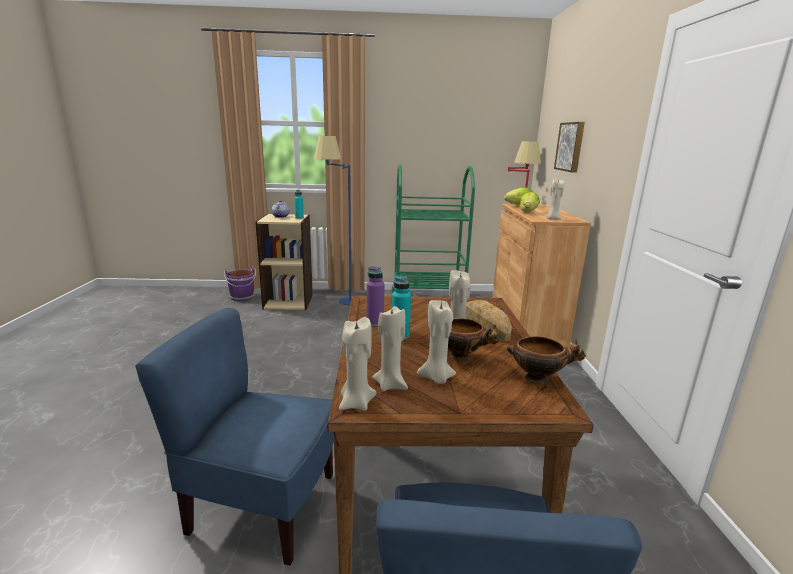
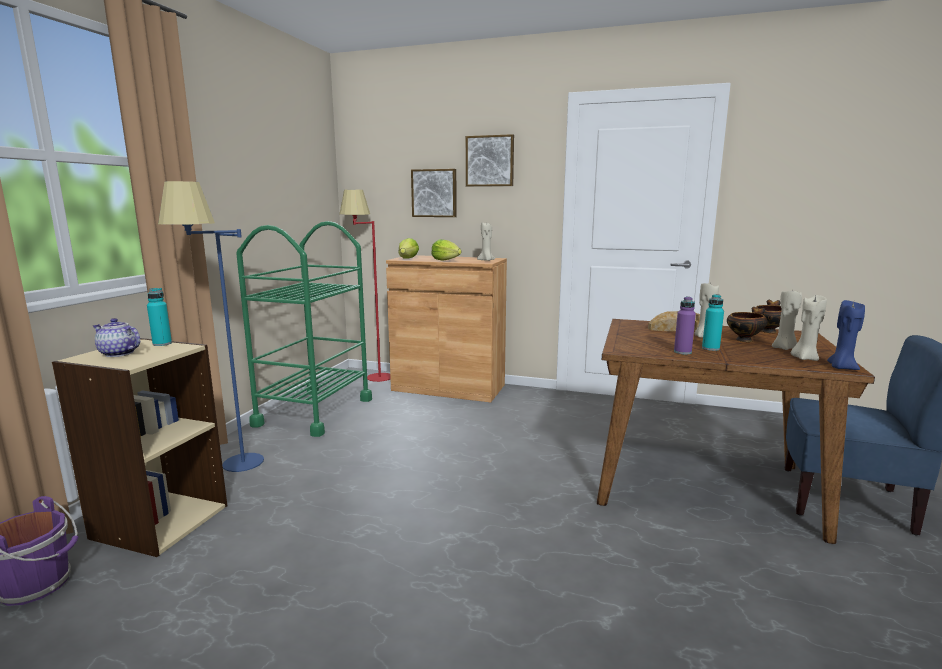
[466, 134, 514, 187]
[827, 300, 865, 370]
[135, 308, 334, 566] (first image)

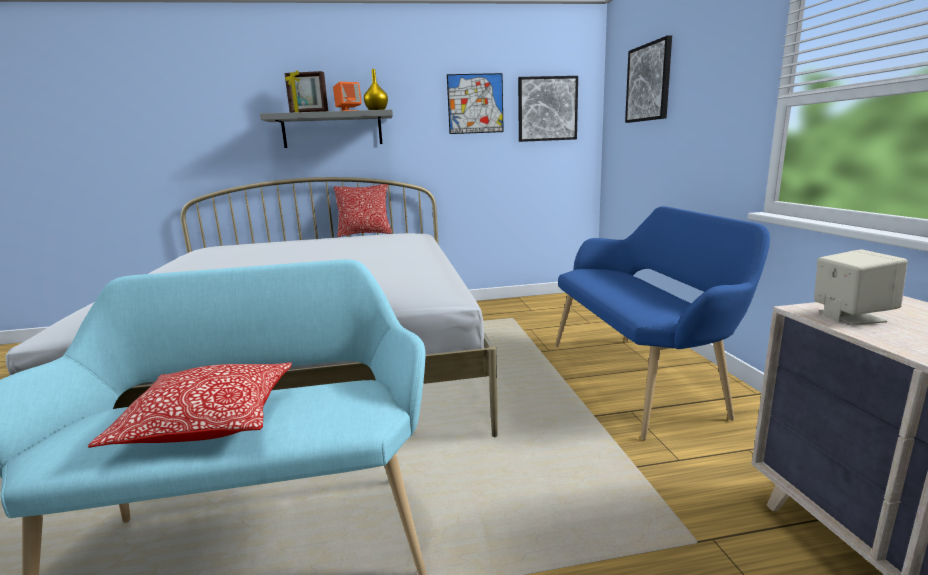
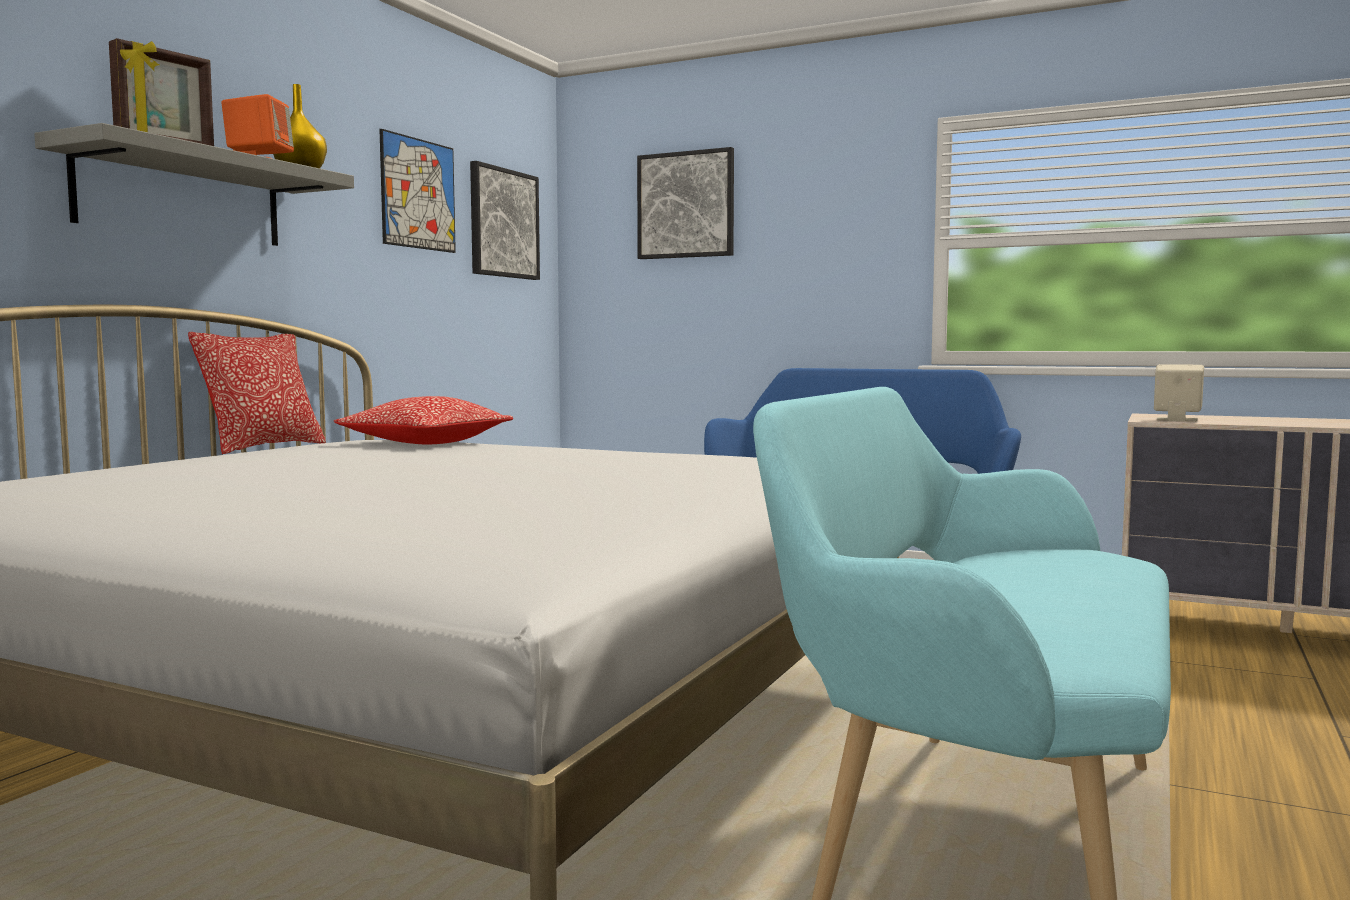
[334, 396, 513, 444]

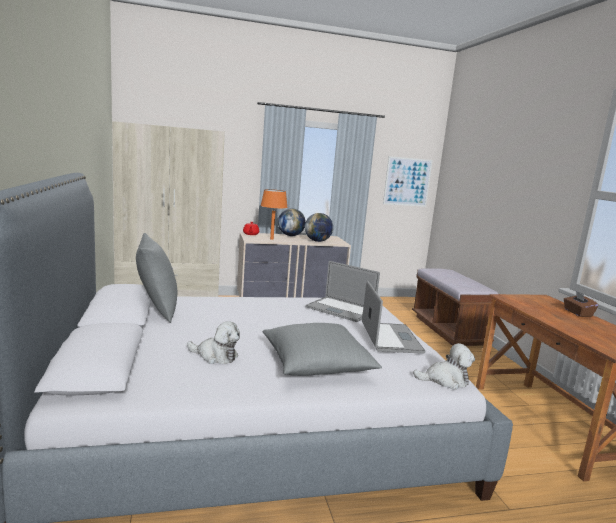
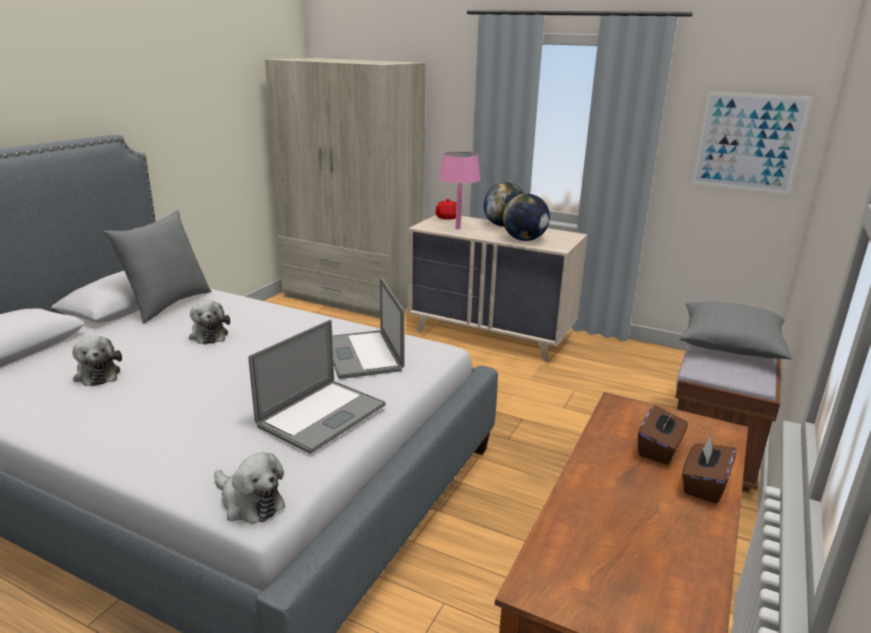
[189, 301, 230, 345]
[439, 152, 481, 229]
[638, 406, 688, 465]
[680, 302, 793, 359]

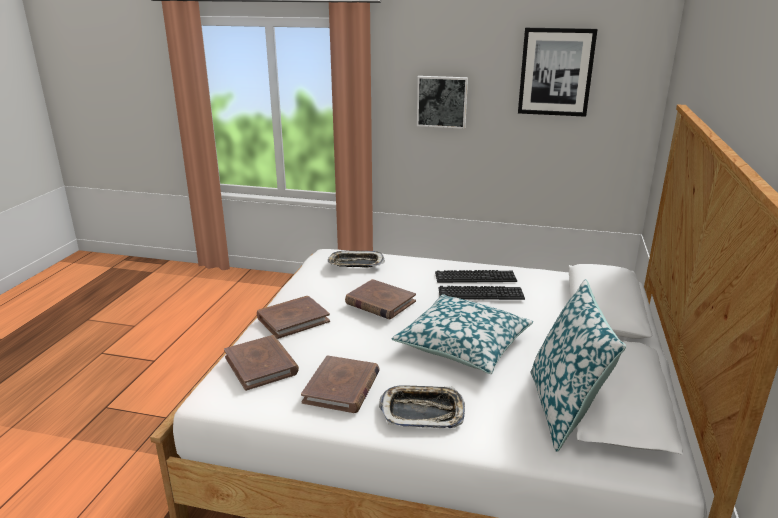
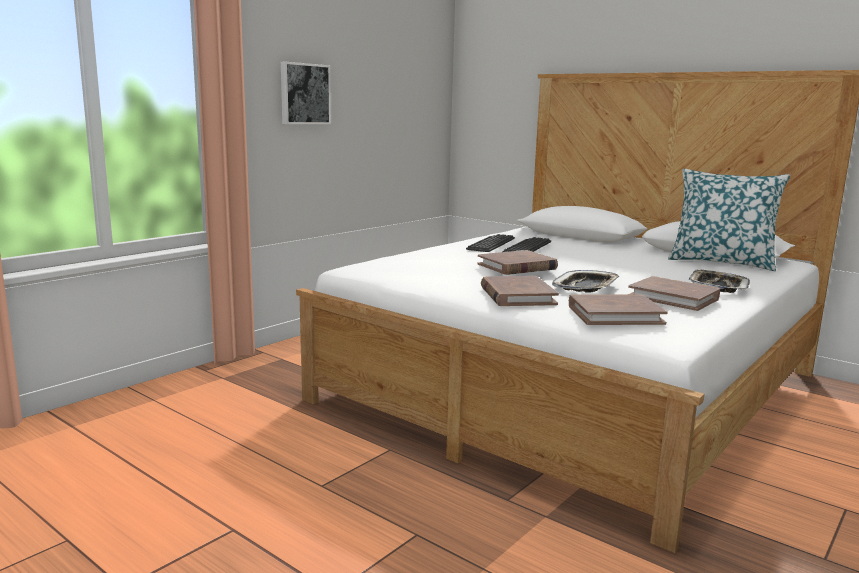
[552, 270, 620, 293]
[392, 294, 533, 374] (first image)
[518, 28, 598, 117] (first image)

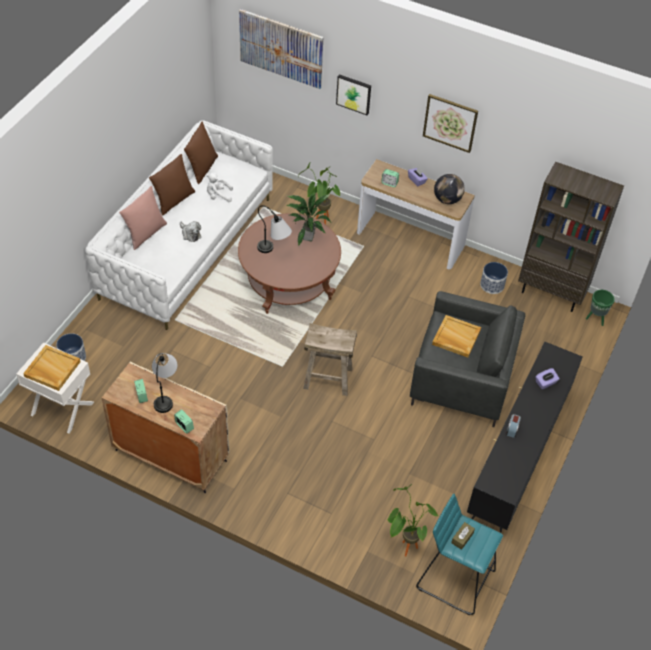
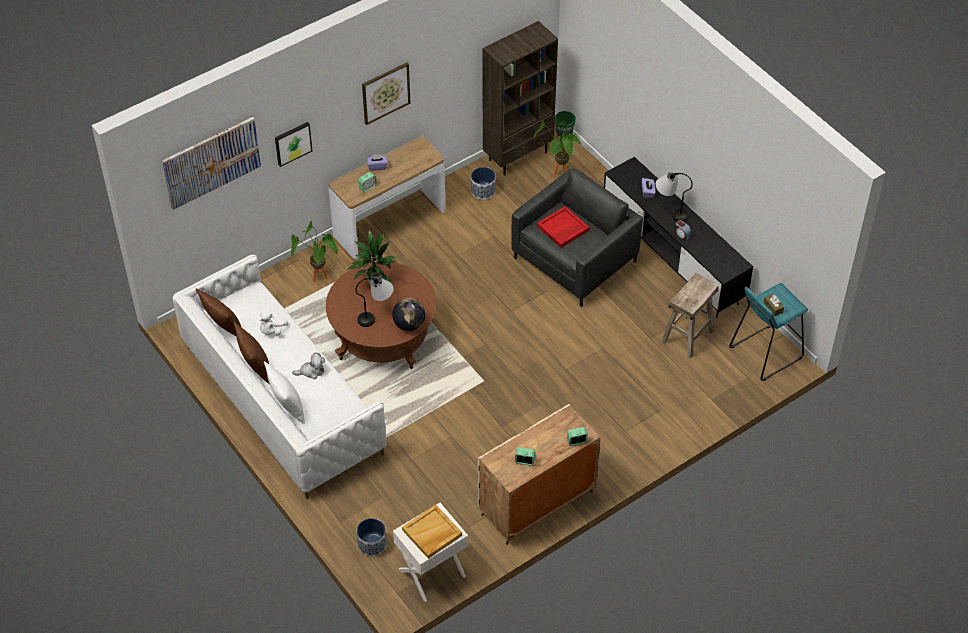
[264, 361, 305, 424]
[392, 298, 426, 331]
[534, 117, 582, 175]
[537, 206, 589, 248]
[656, 172, 693, 222]
[661, 272, 719, 359]

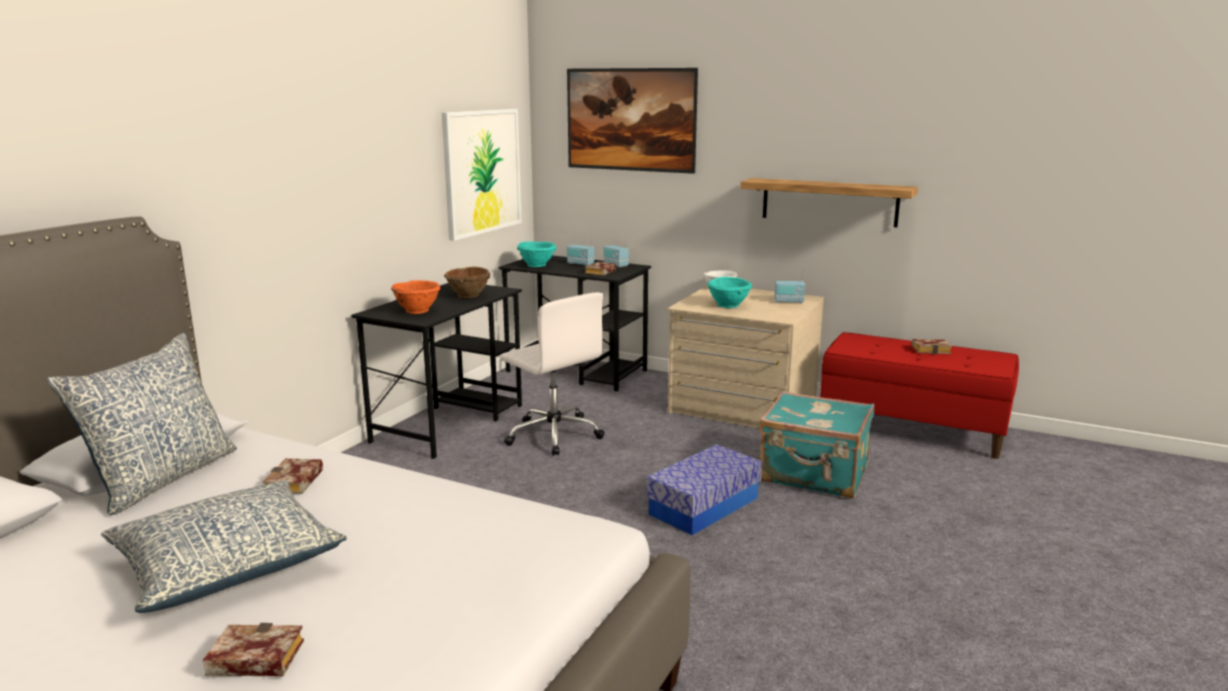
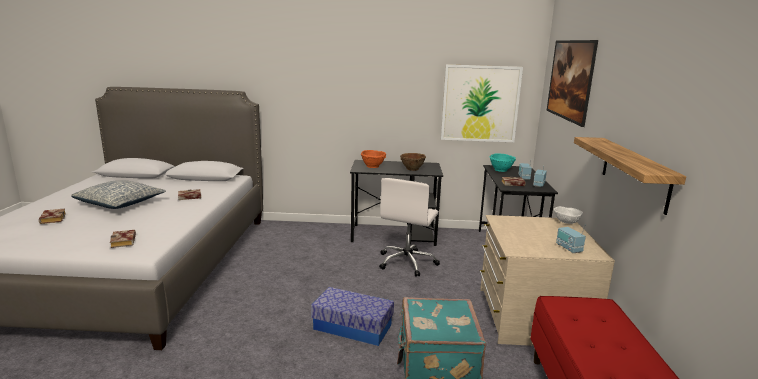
[110, 230, 136, 248]
[47, 333, 237, 515] (first image)
[707, 277, 752, 308] (first image)

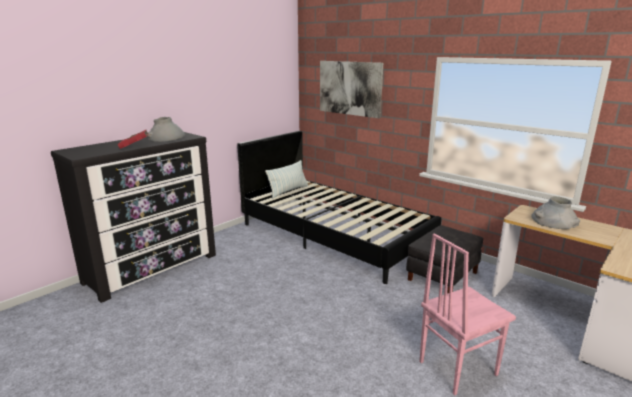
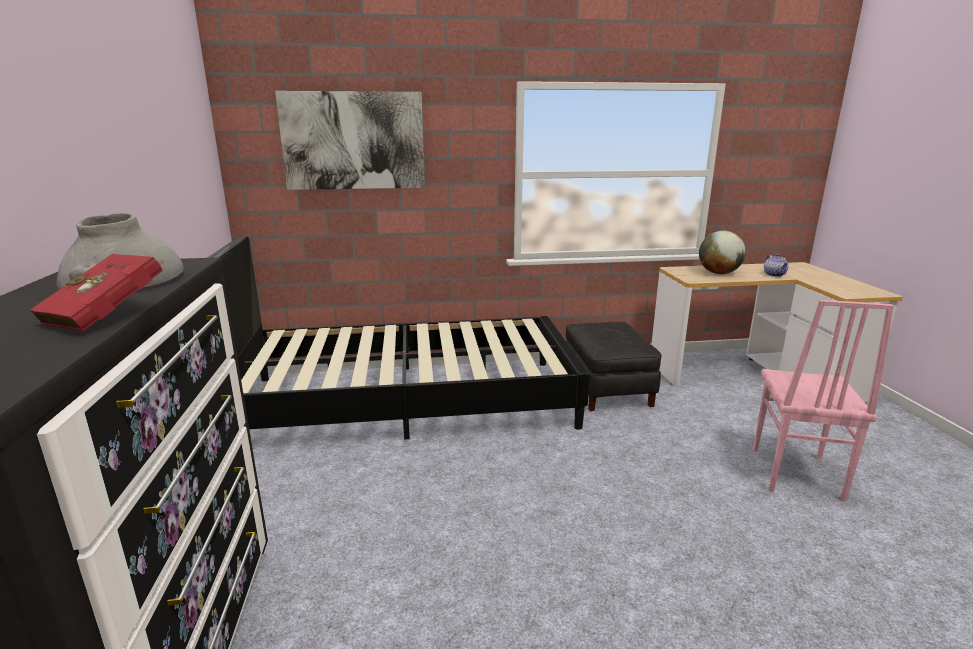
[699, 231, 746, 274]
[764, 254, 789, 277]
[265, 160, 308, 198] (first image)

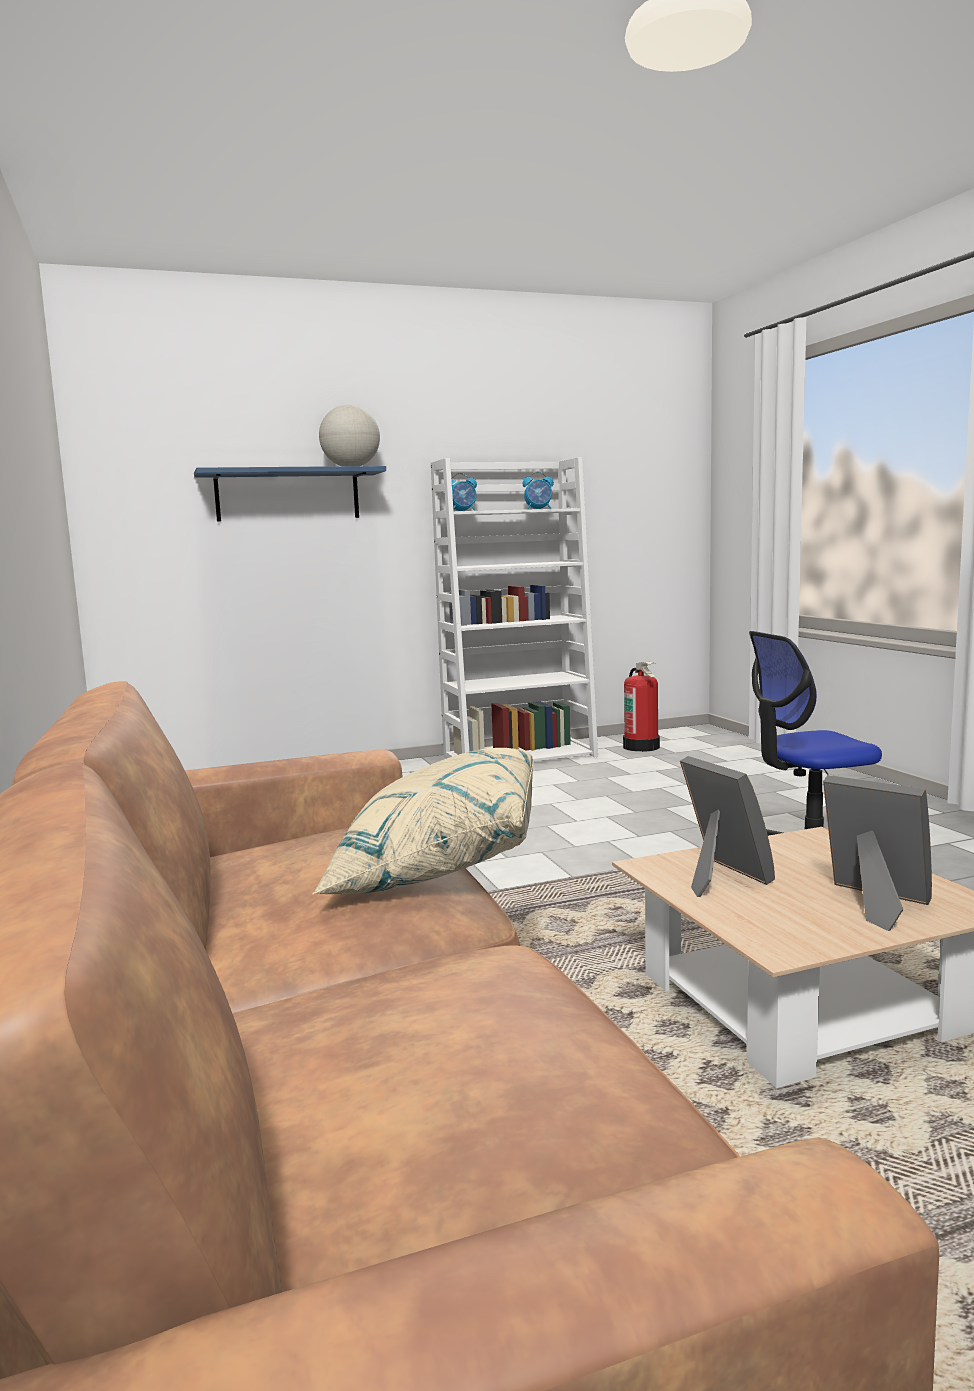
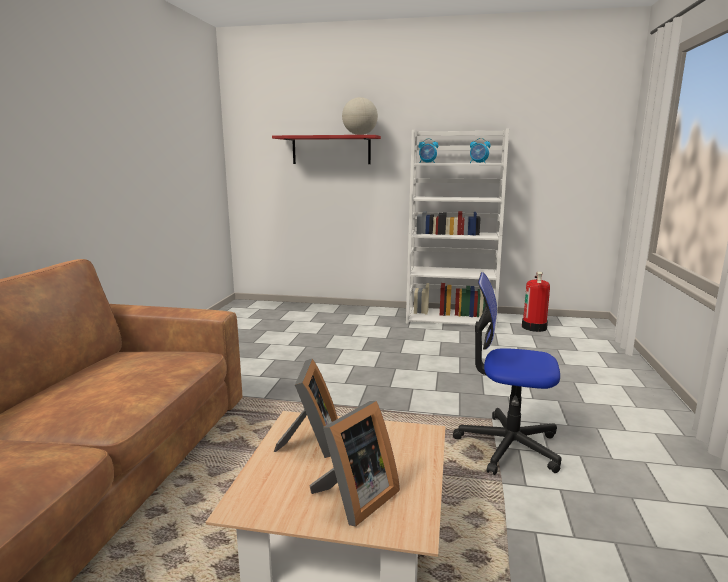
[272, 135, 381, 164]
[310, 401, 400, 527]
[313, 748, 534, 894] (first image)

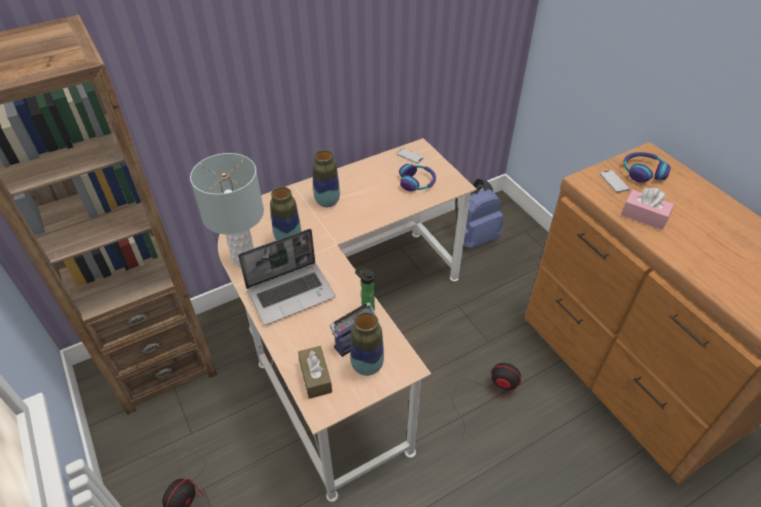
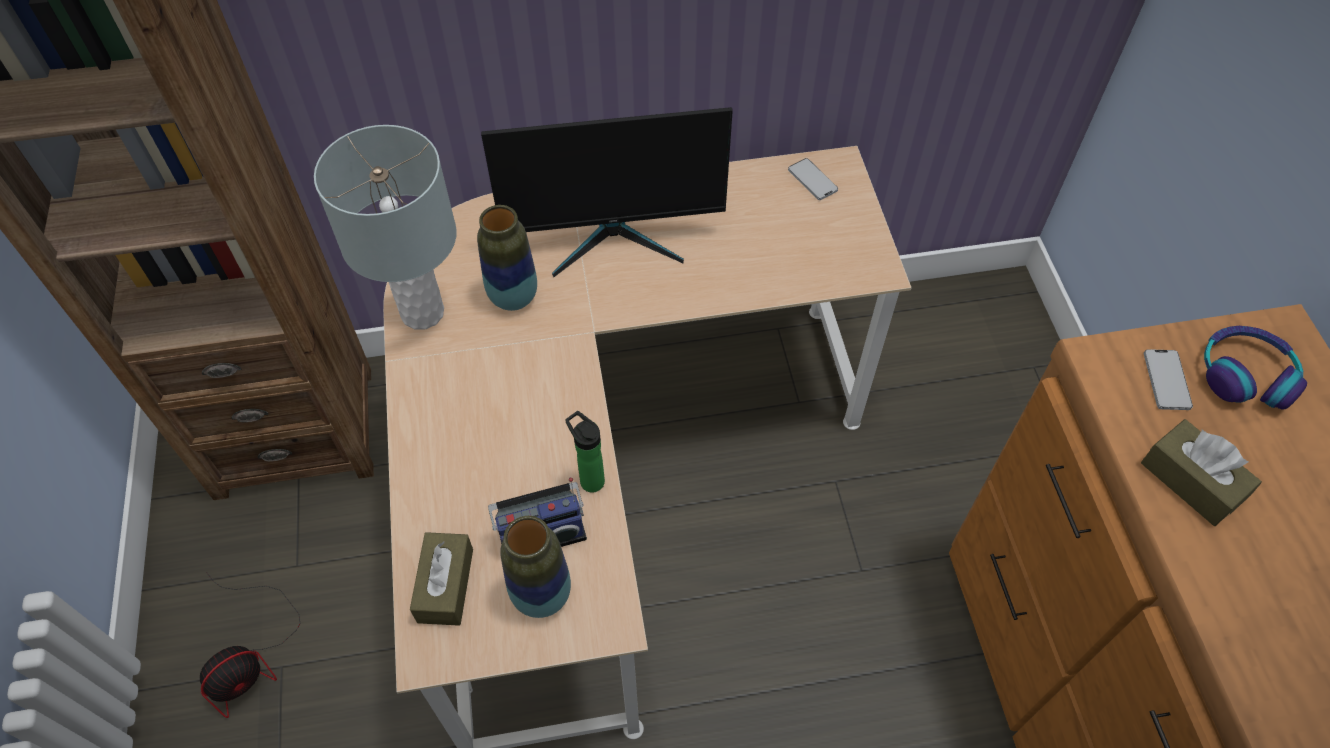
[481, 107, 733, 277]
[1141, 419, 1262, 526]
[238, 229, 336, 325] (first image)
[399, 164, 436, 191] (first image)
[452, 363, 521, 439] (first image)
[455, 178, 503, 249] (first image)

